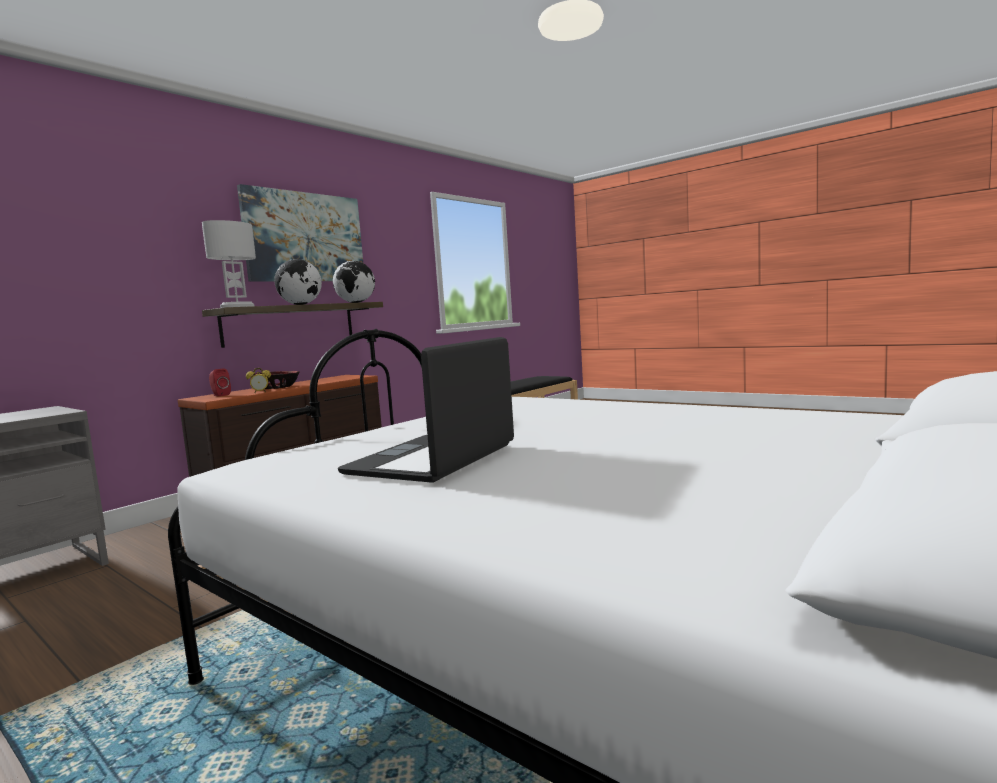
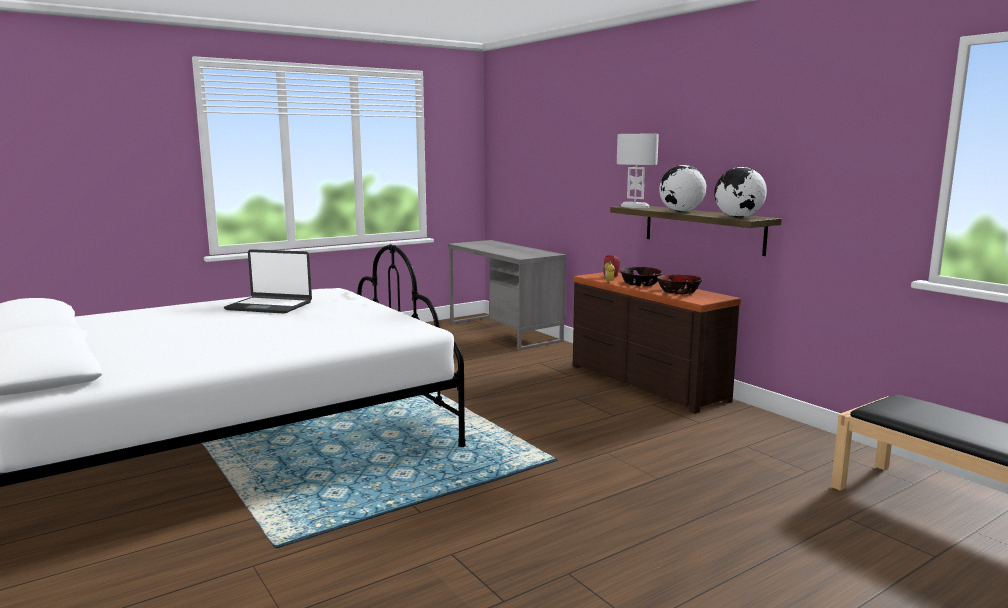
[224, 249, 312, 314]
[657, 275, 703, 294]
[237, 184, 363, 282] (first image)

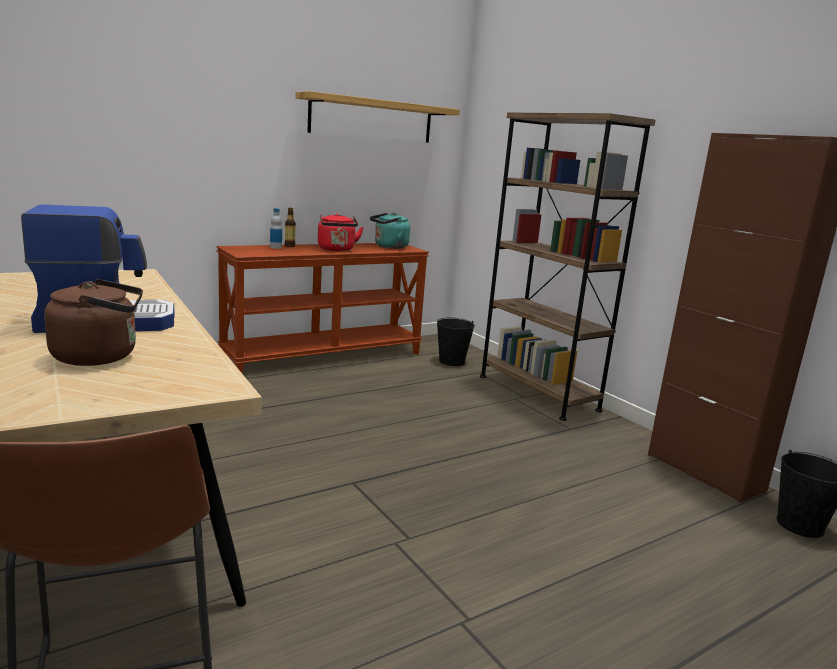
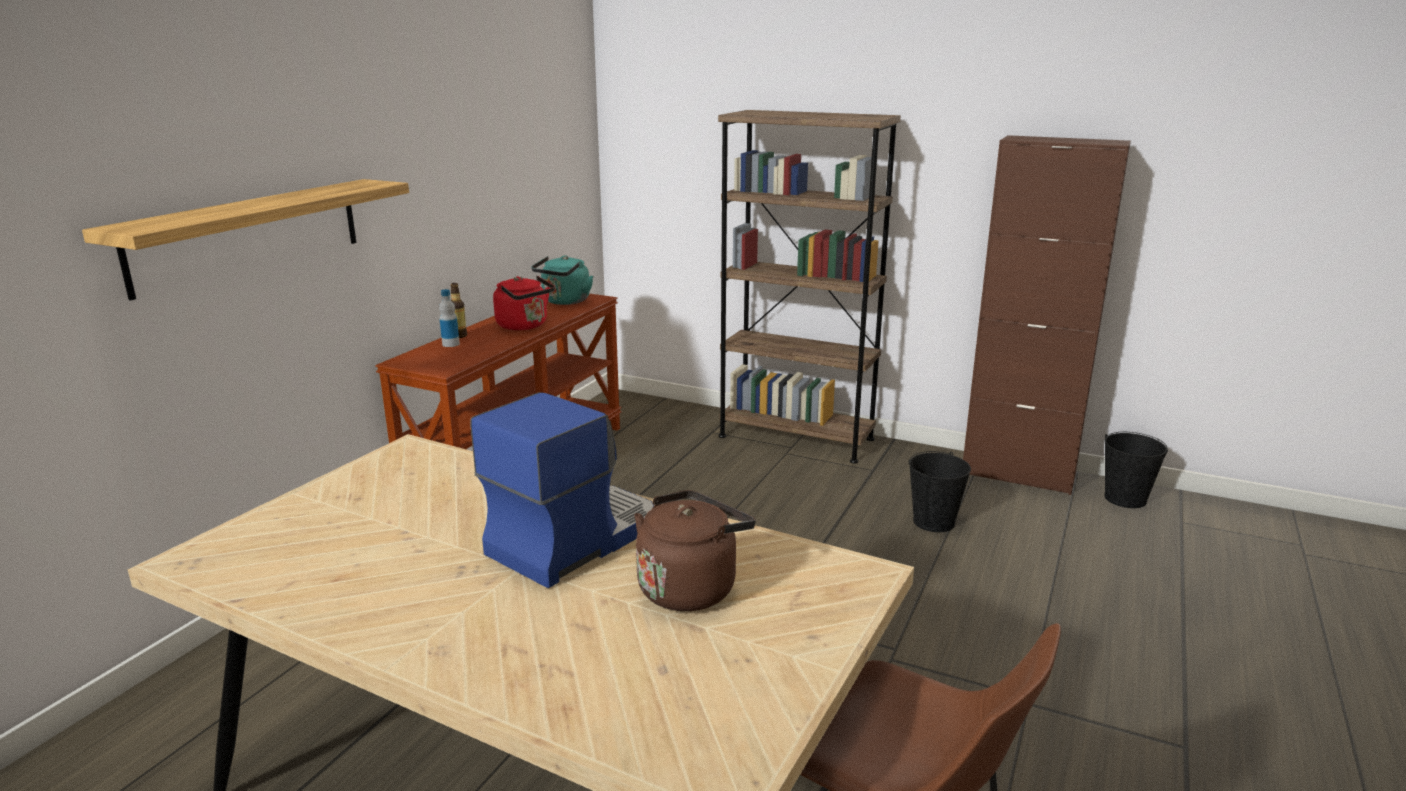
[82, 179, 409, 301]
[909, 451, 971, 532]

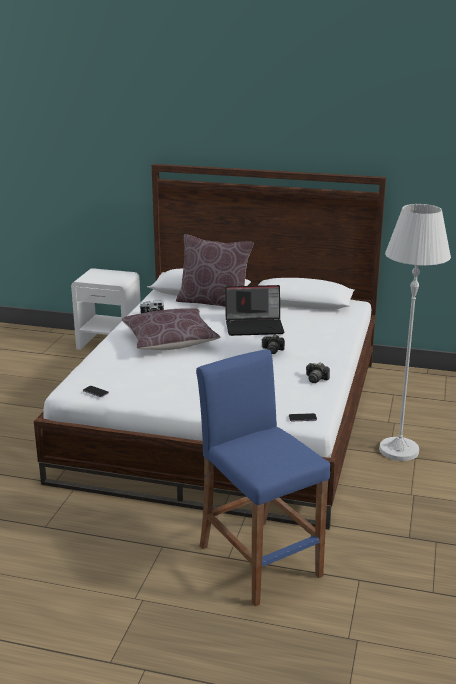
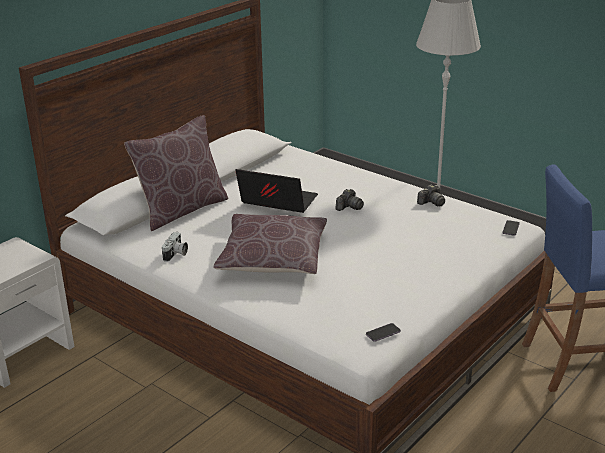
[235, 169, 318, 213]

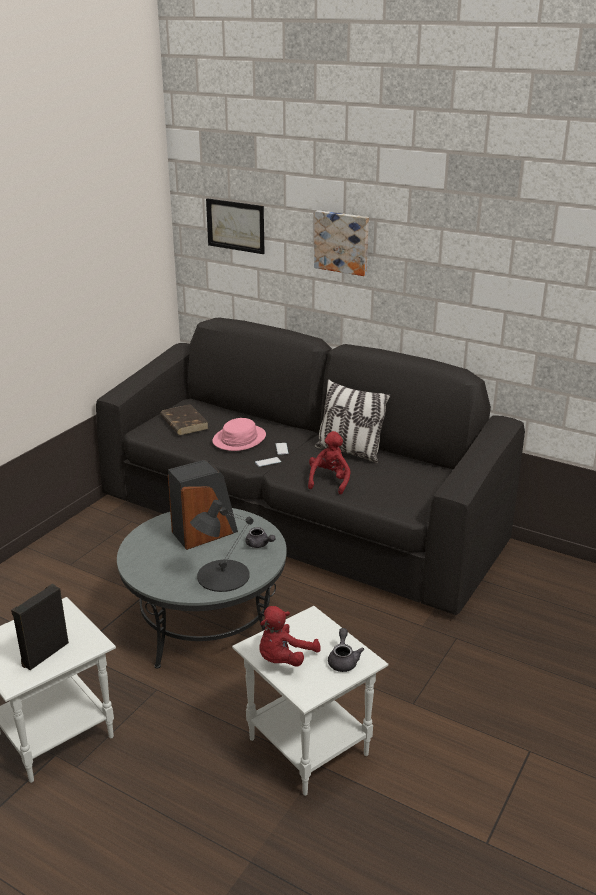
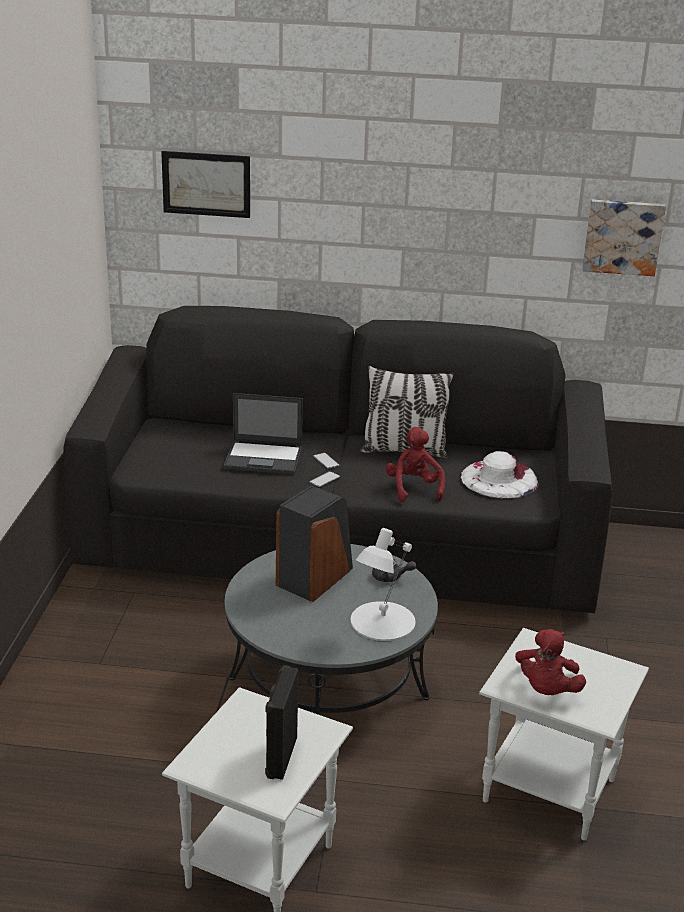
[223, 393, 303, 474]
[351, 528, 416, 641]
[461, 451, 539, 499]
[582, 200, 666, 276]
[160, 404, 209, 435] (first image)
[328, 628, 364, 672] (first image)

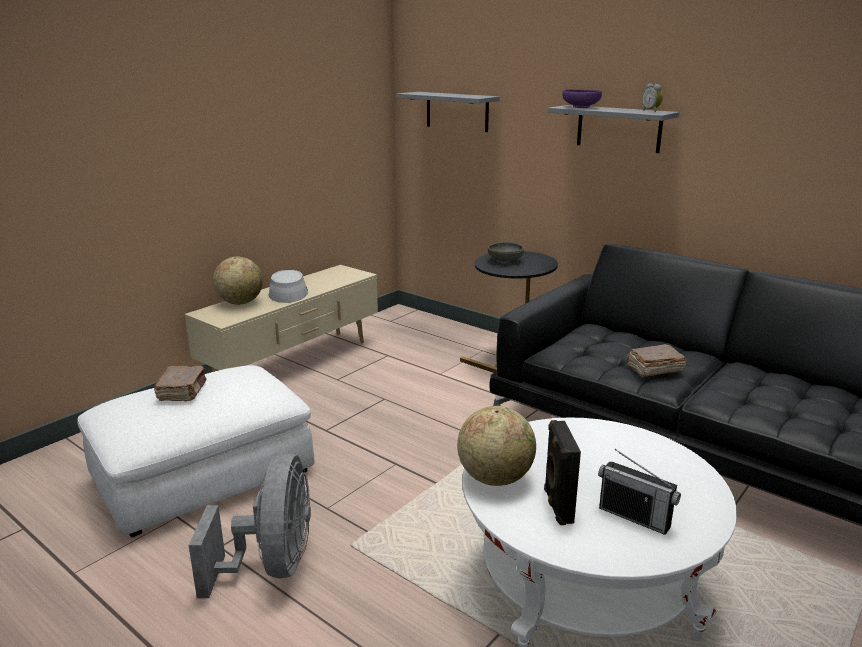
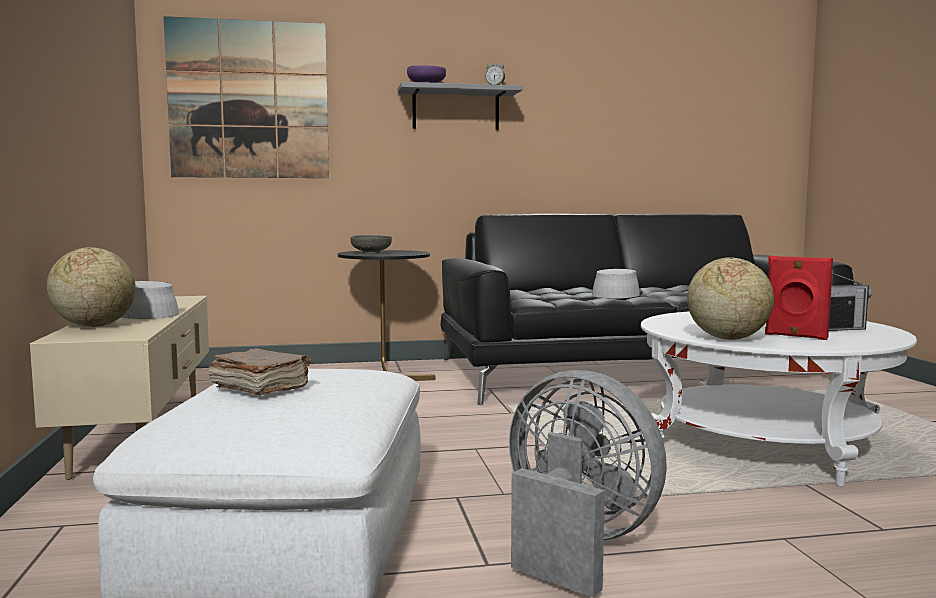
[163, 16, 329, 178]
[592, 269, 643, 299]
[765, 256, 833, 340]

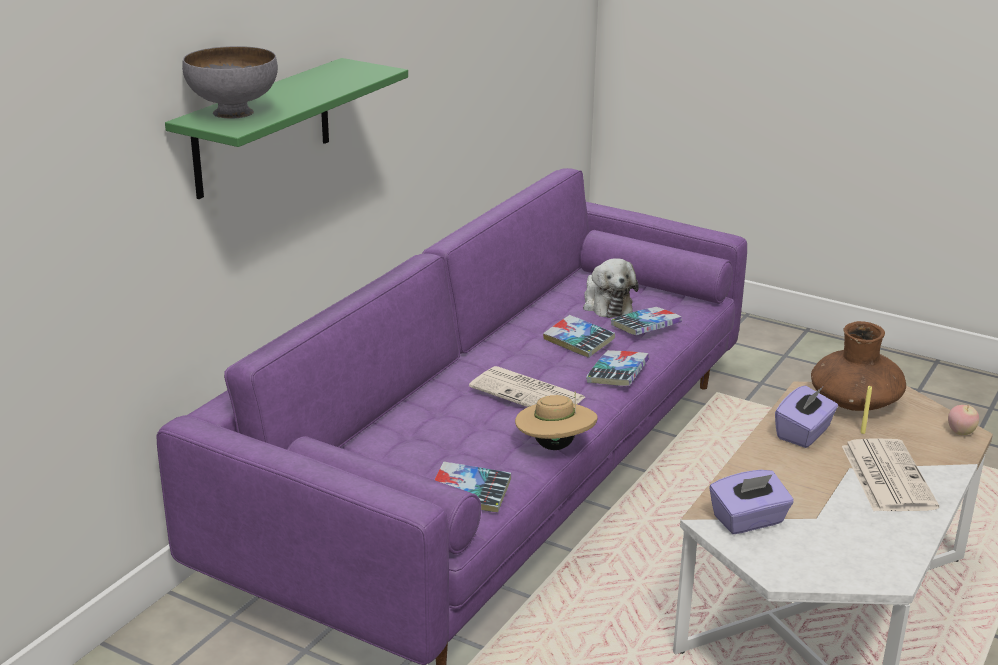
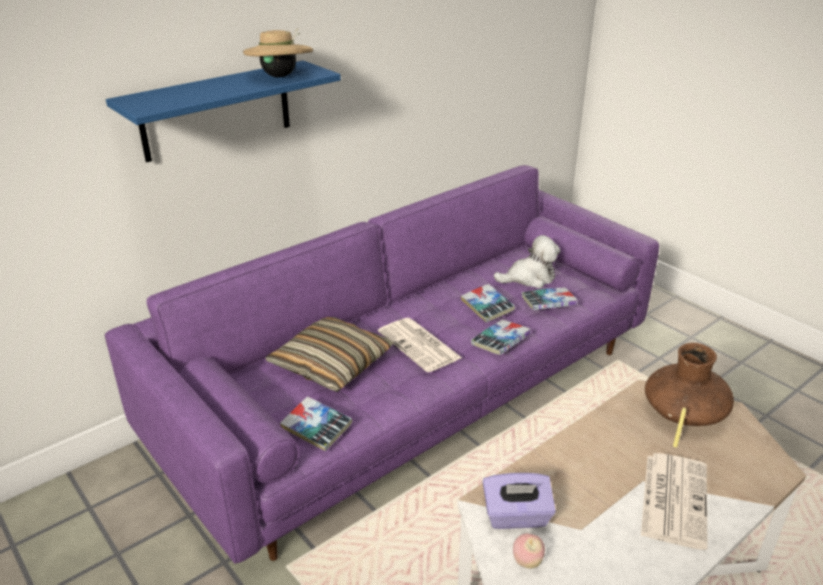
[106, 61, 341, 162]
[243, 28, 313, 77]
[266, 317, 393, 392]
[493, 235, 560, 288]
[513, 533, 545, 568]
[182, 46, 278, 119] (first image)
[775, 386, 838, 448] (first image)

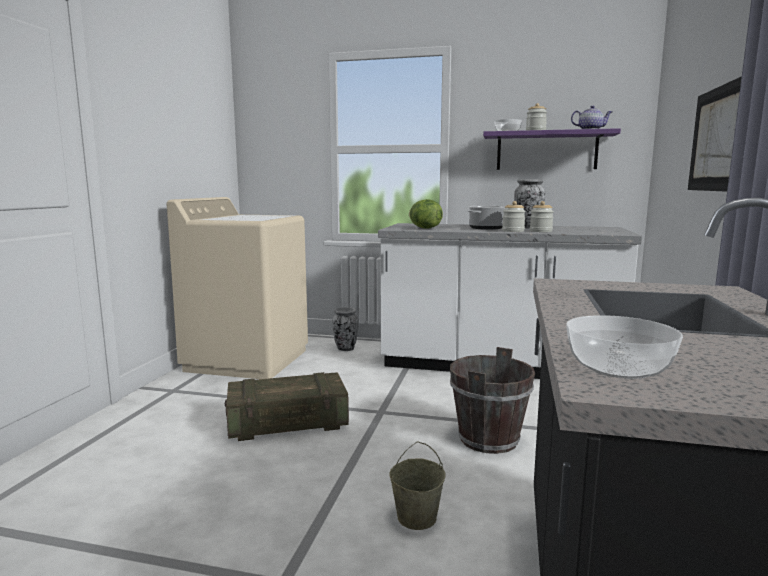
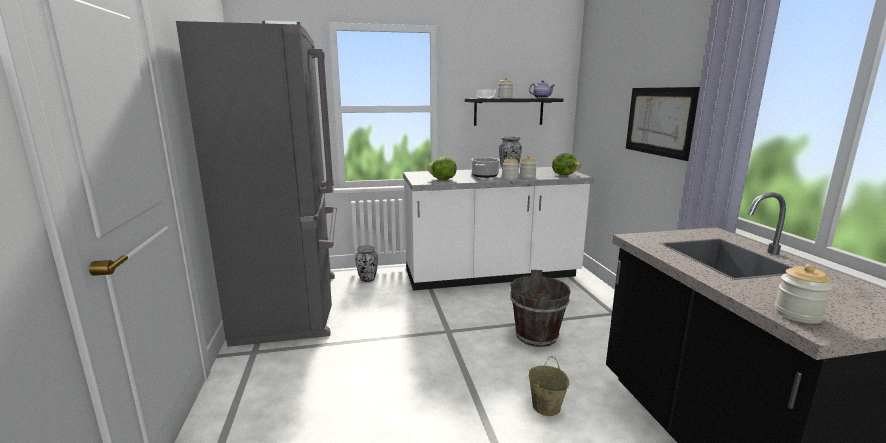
[176, 21, 337, 347]
[465, 98, 563, 126]
[552, 153, 581, 175]
[775, 264, 833, 324]
[225, 372, 349, 441] (first image)

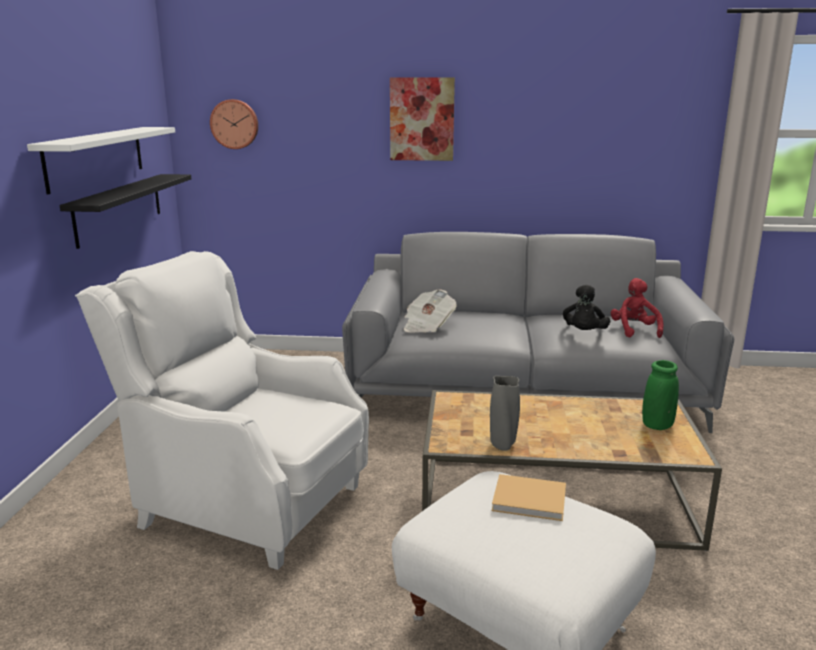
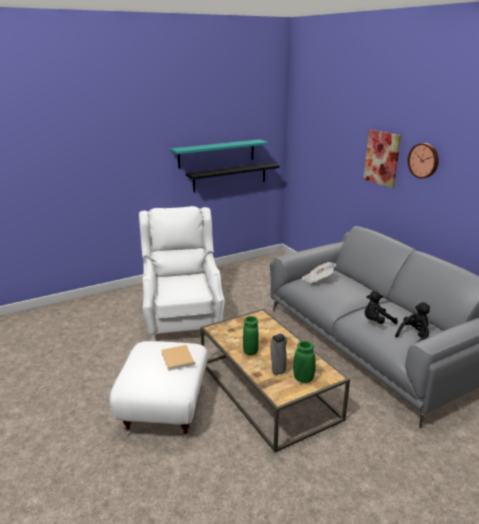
[170, 139, 268, 169]
[243, 316, 259, 355]
[271, 333, 288, 375]
[395, 302, 430, 342]
[408, 143, 439, 179]

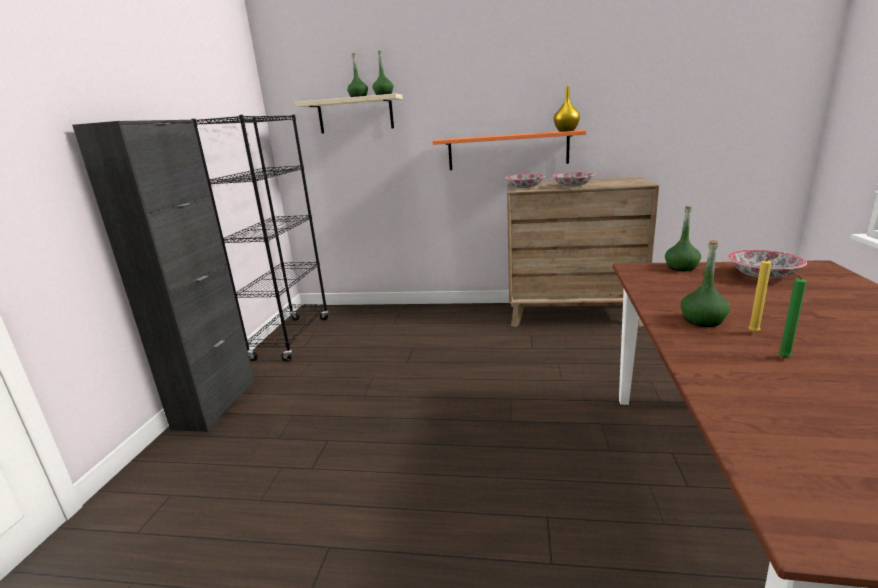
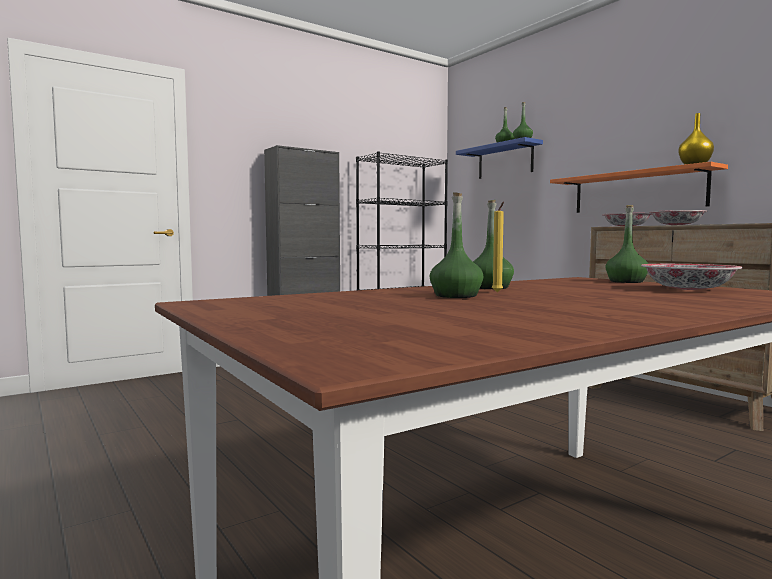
[430, 192, 483, 298]
[456, 137, 543, 179]

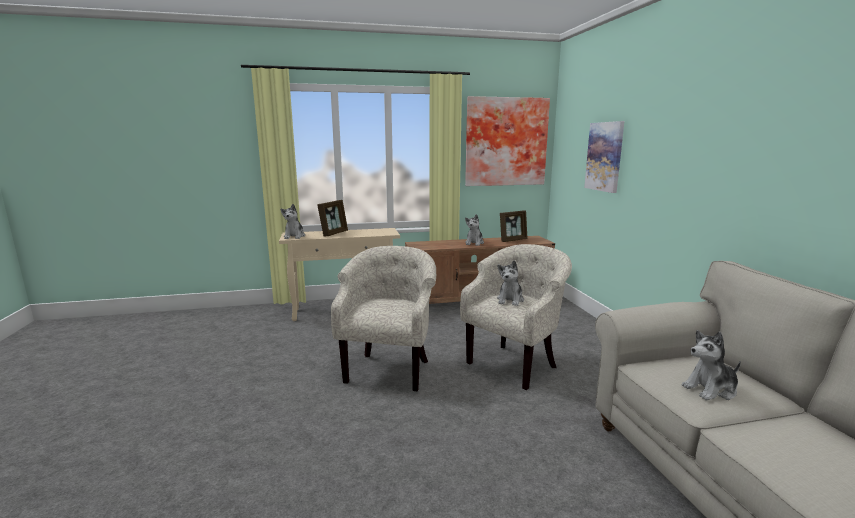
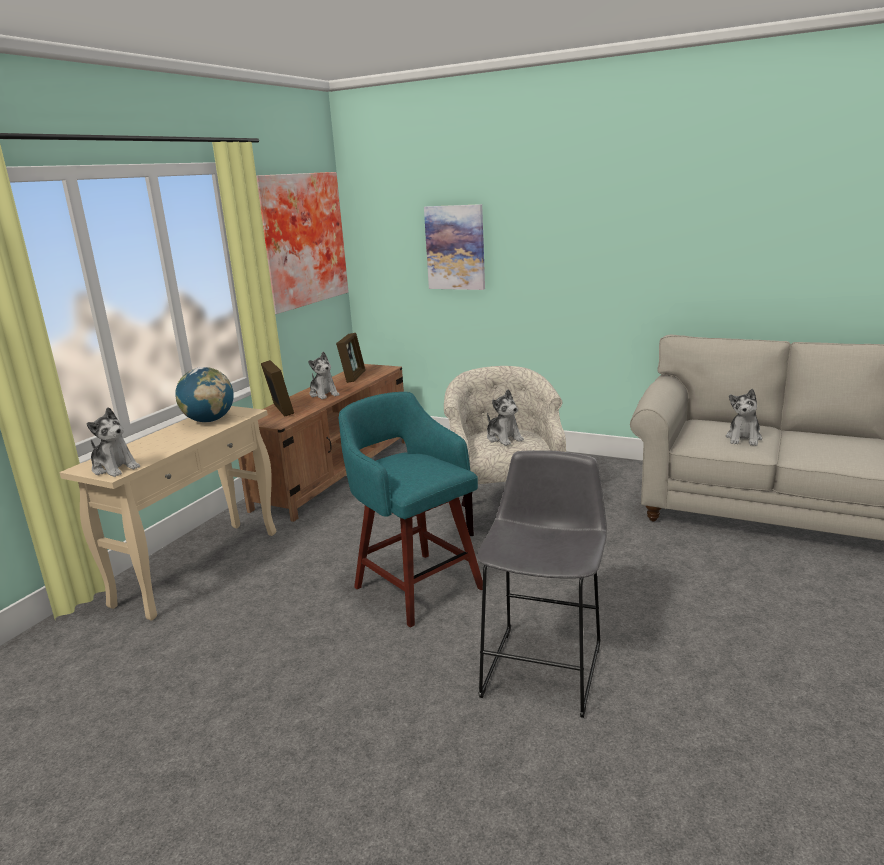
[175, 367, 234, 422]
[261, 360, 294, 417]
[338, 392, 483, 628]
[477, 450, 607, 718]

